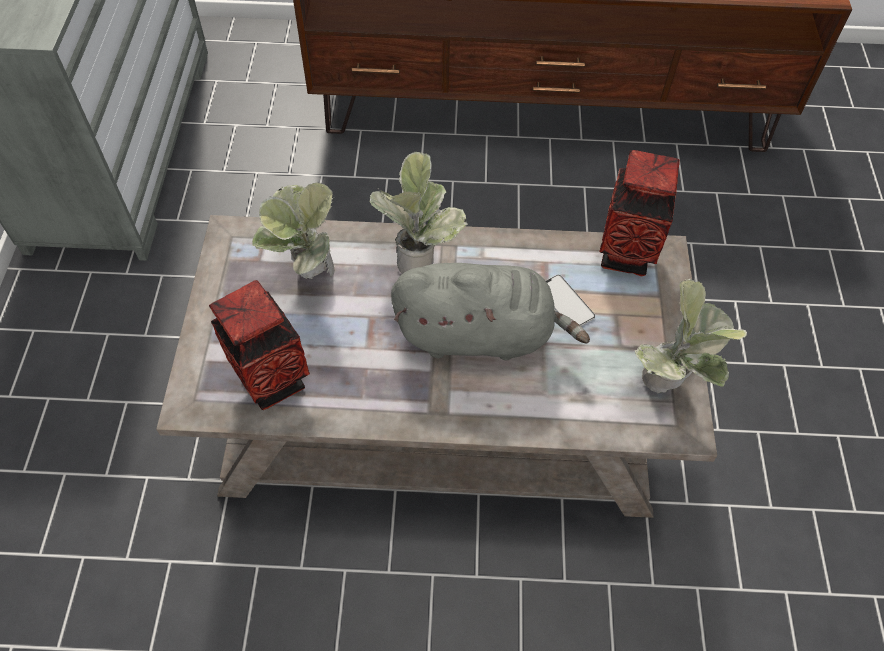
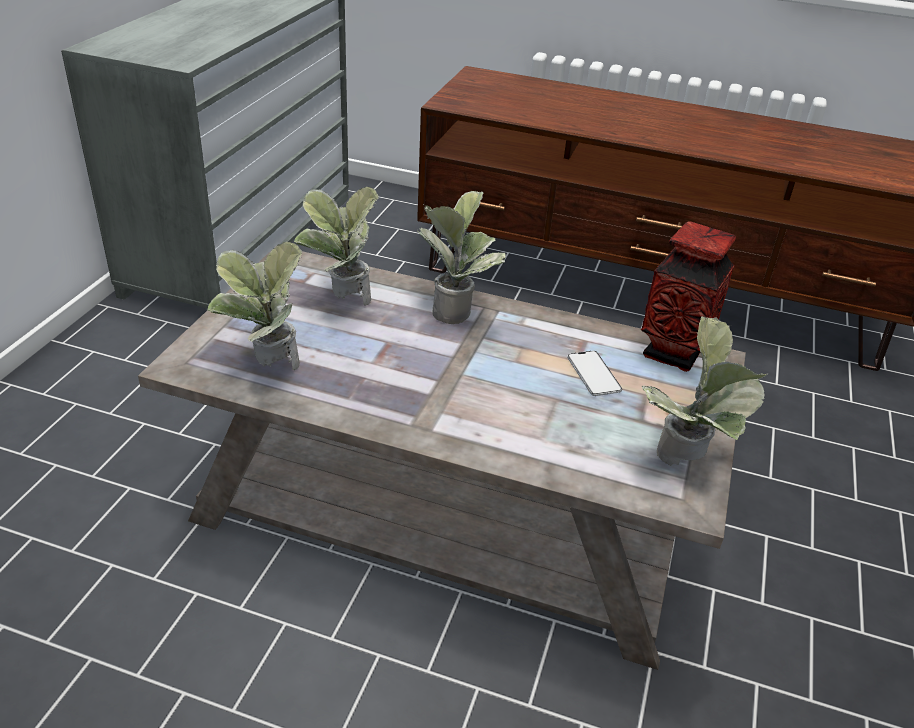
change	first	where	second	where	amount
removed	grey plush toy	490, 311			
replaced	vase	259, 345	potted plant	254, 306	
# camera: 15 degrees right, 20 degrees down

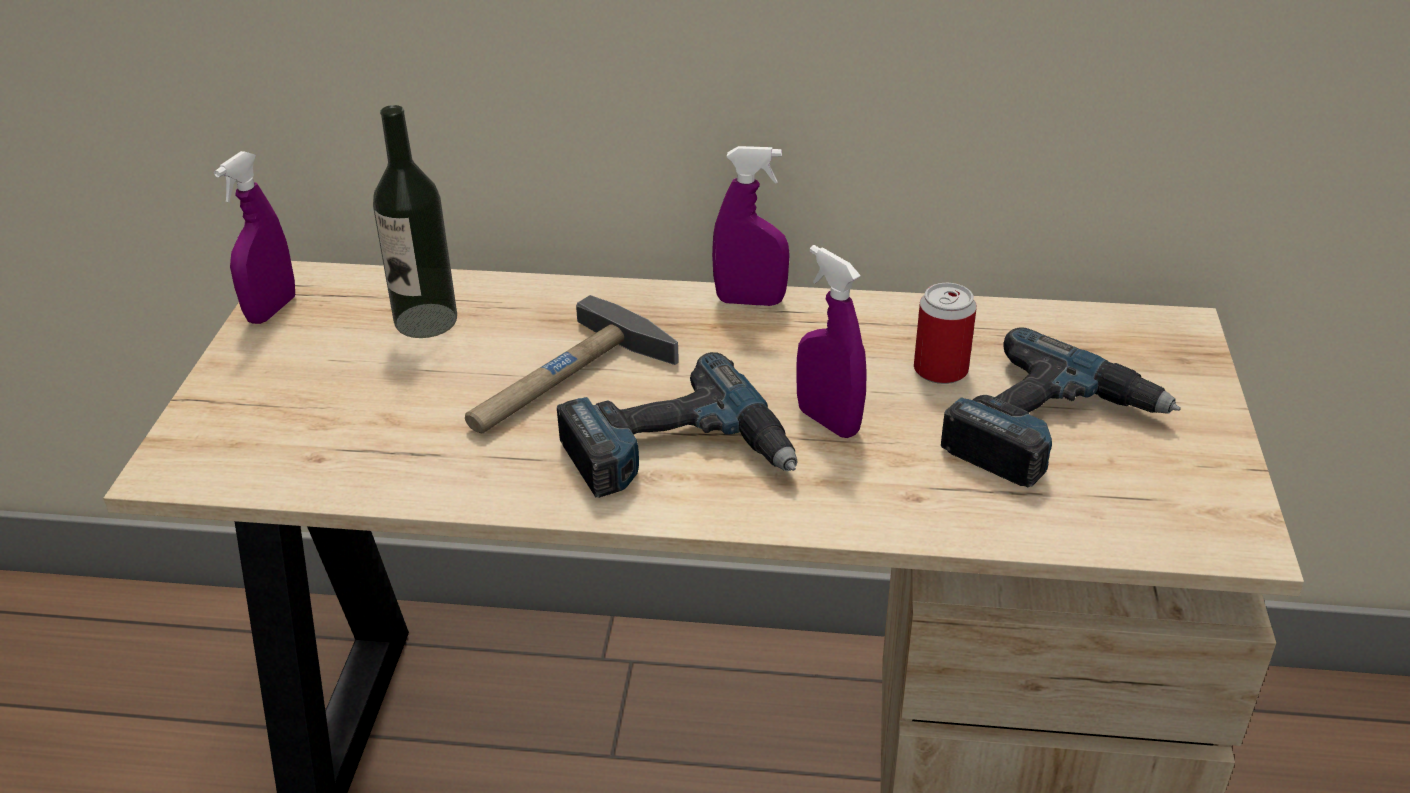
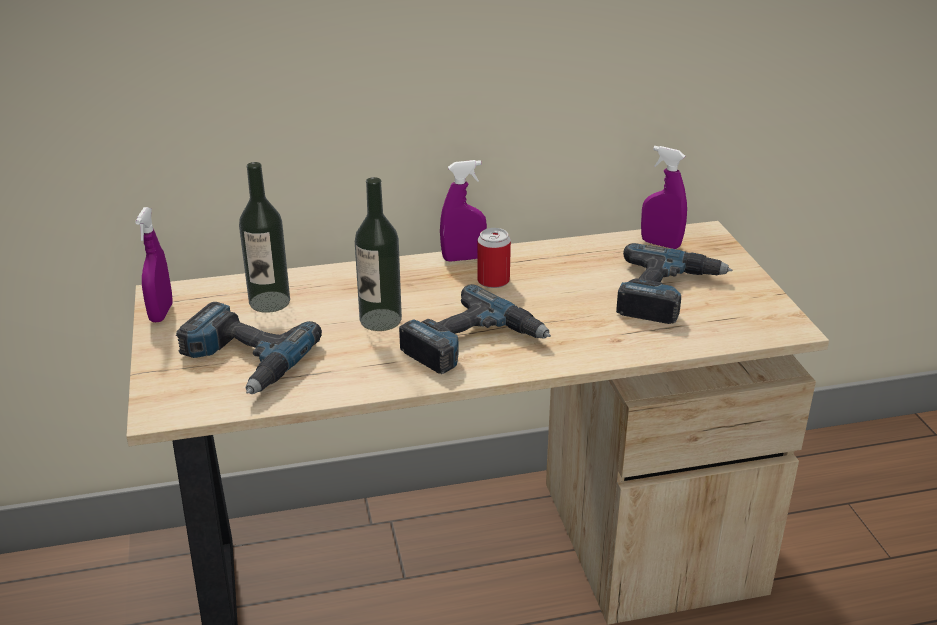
change	first	where	second	where	amount
moved	purple spray bottle	831, 341		664, 197	
moved	can	945, 333		494, 258	
replaced	hammer	572, 364	bottle	378, 254	
added			power drill	249, 348	
# camera: 20 degrees left, 5 degrees down

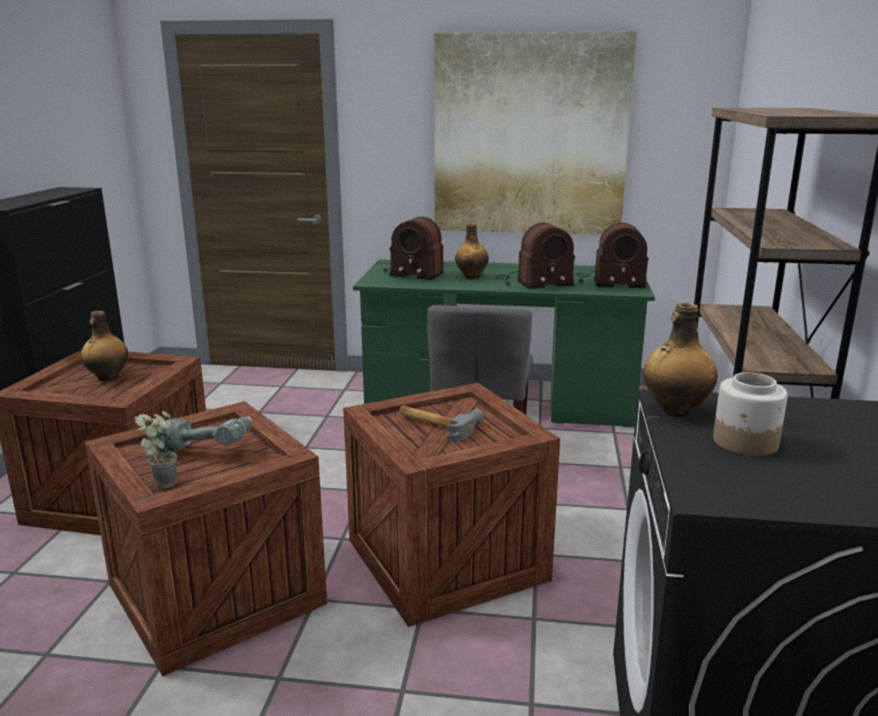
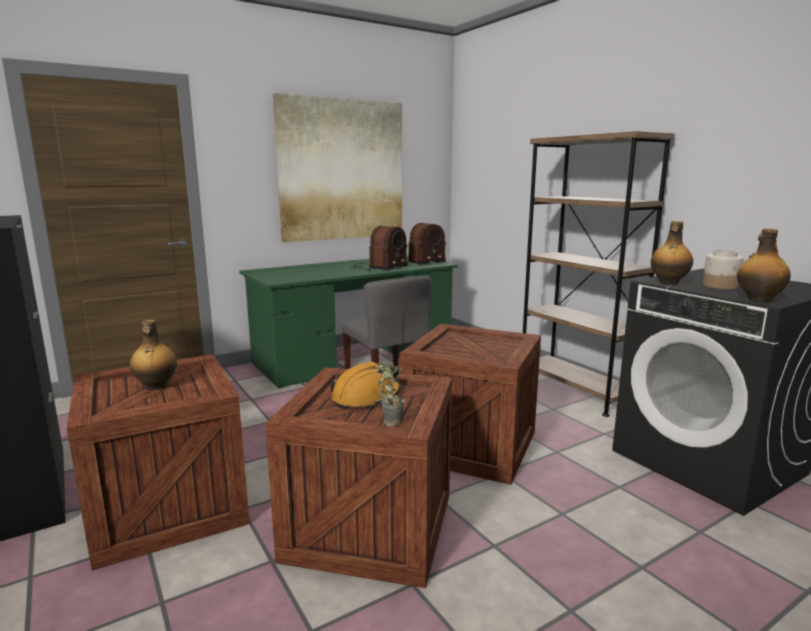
change	first	where	second	where	amount
removed	radio	414, 248			
moved	bottle	472, 251		764, 265	
removed	hammer	441, 424			
replaced	power drill	203, 435	orange hard hat	365, 386	
# camera: 40 degrees left, 5 degrees down

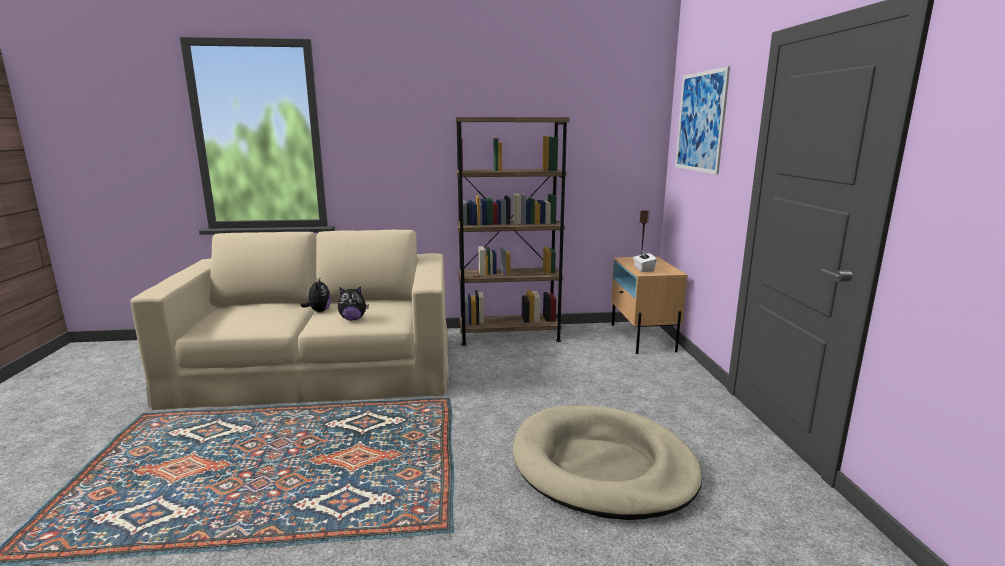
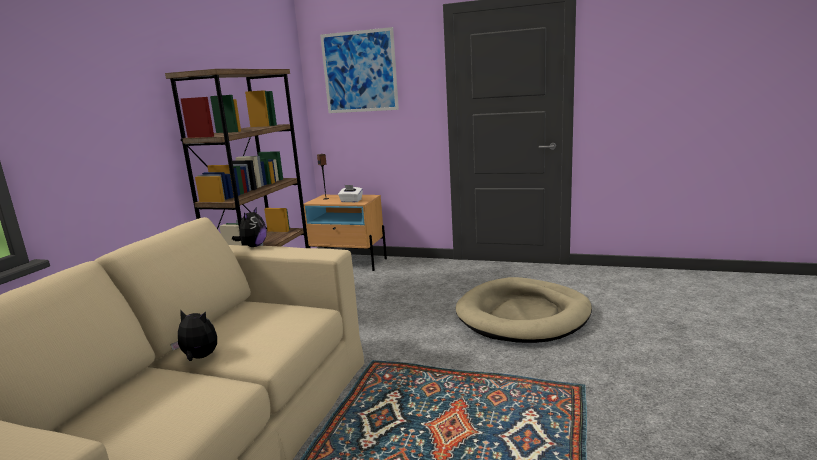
change	first	where	second	where	amount
moved	plush toy	353, 303		249, 227	
# camera: 65 degrees left, 0 degrees up

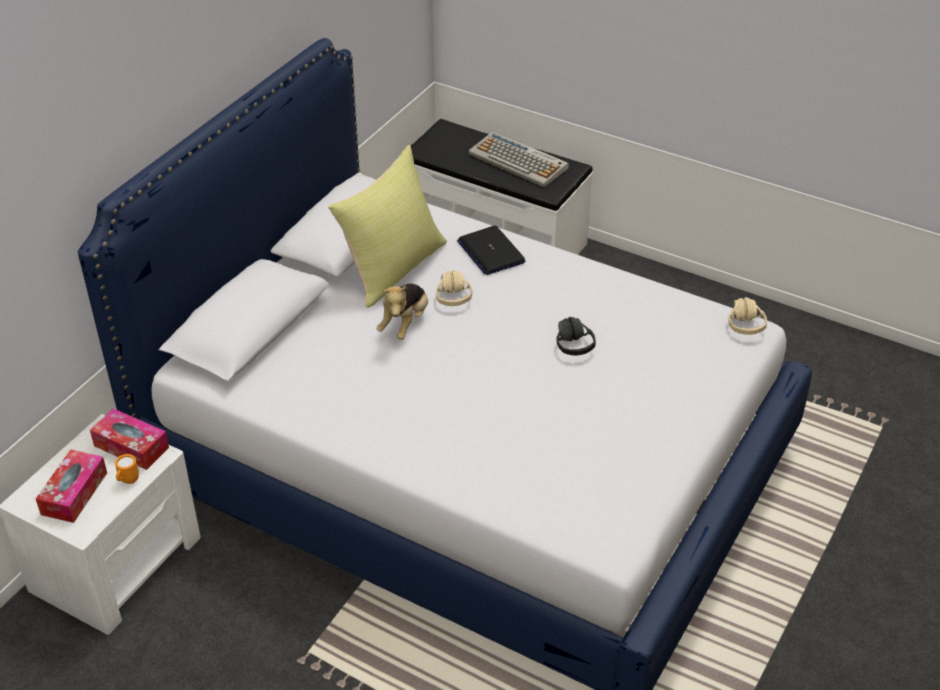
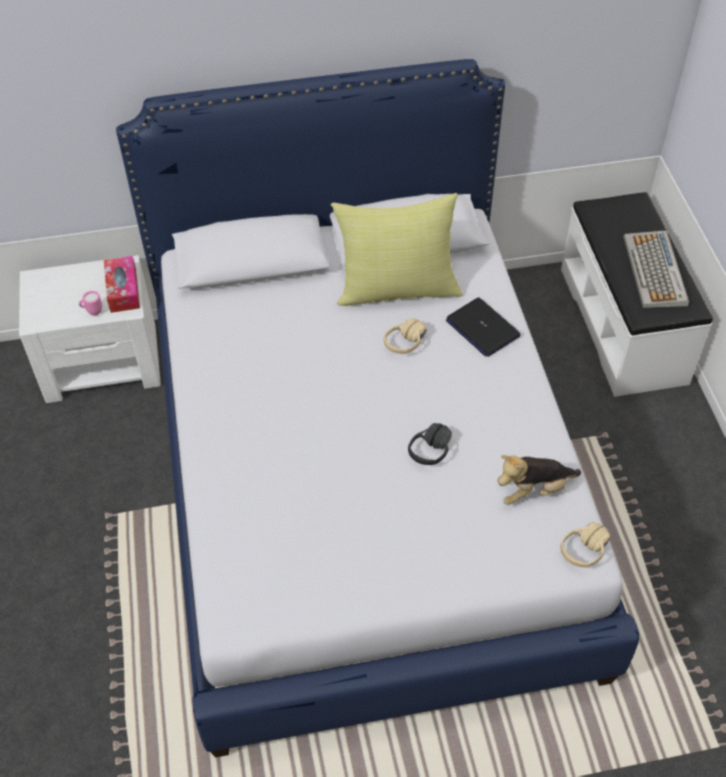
change	first	where	second	where	amount
turned	laptop	491, 250		483, 327	60 degrees counterclockwise
moved	plush toy	402, 311		539, 480	
removed	tissue box	71, 486			
recoloured	orange mug	127, 469	pink mug	90, 303	
# camera: 50 degrees right, 10 degrees up

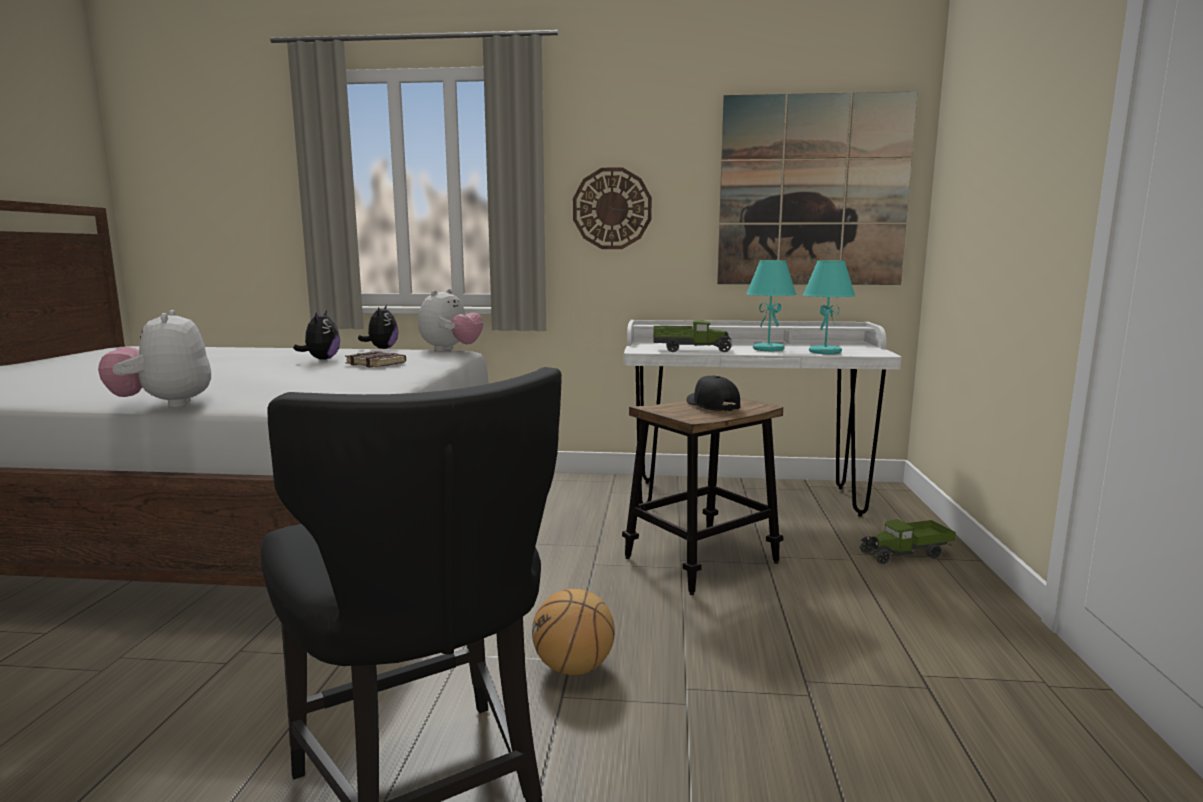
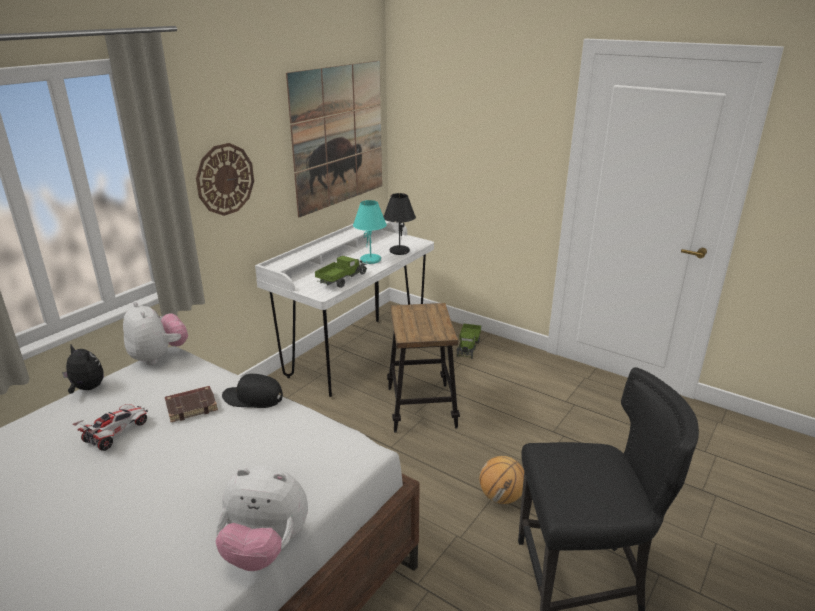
change	first	where	second	where	amount
recoloured	turquoise table lamp	829, 307	black table lamp	399, 224	
replaced	plush toy	316, 335	toy car	110, 427	
moved	black cap	713, 393		252, 391	
# camera: 60 degrees left, 15 degrees up

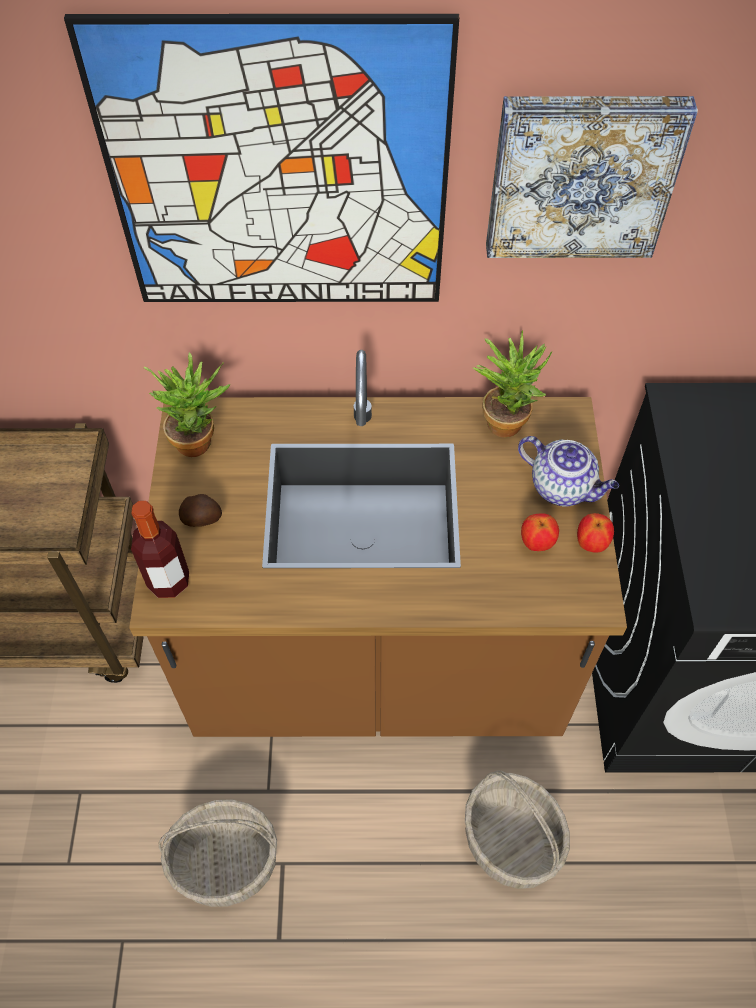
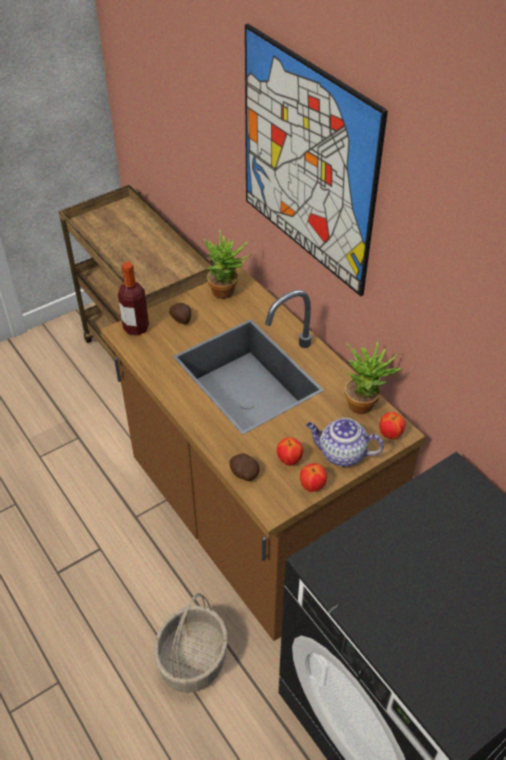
change	first	where	second	where	amount
removed	picture	592, 177			
turned	teapot	568, 471		345, 442	105 degrees clockwise
removed	basket	218, 853			
added			apple	392, 426	
added			potato	245, 467	
# camera: 55 degrees right, 10 degrees down

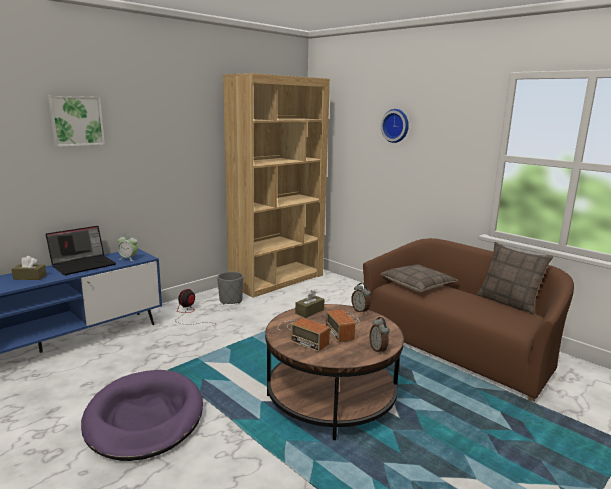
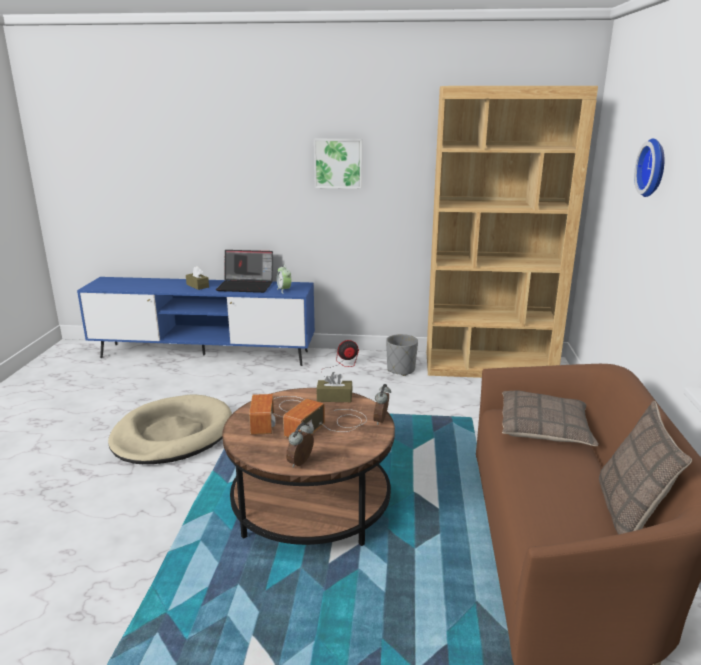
change	first	where	second	where	amount
moved	picture	76, 121		338, 164	
recoloured	purple dog bed	142, 415	beige dog bed	170, 429	
# camera: 50 degrees right, 5 degrees up

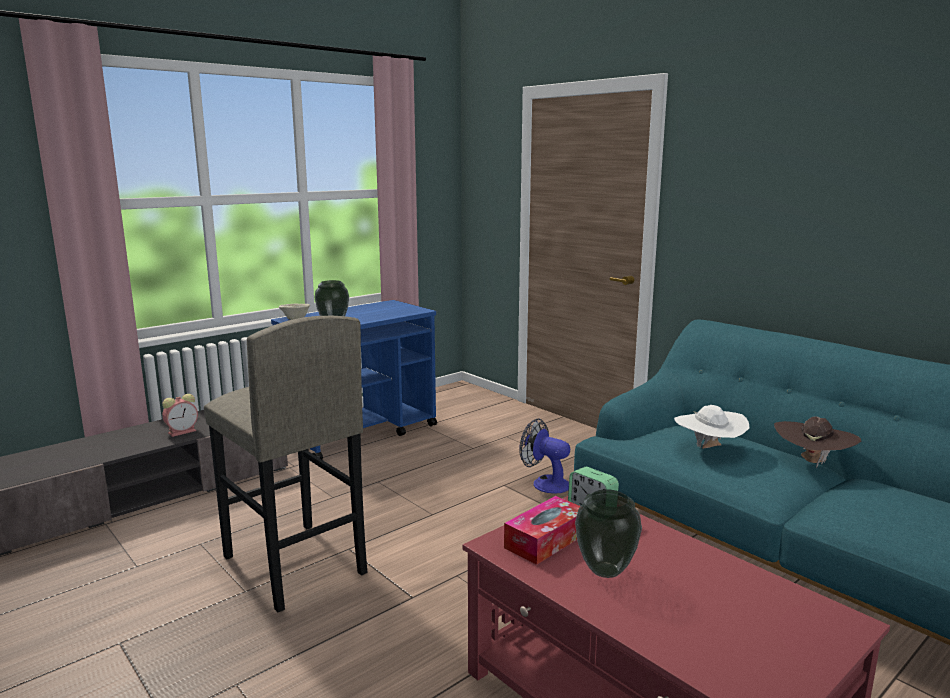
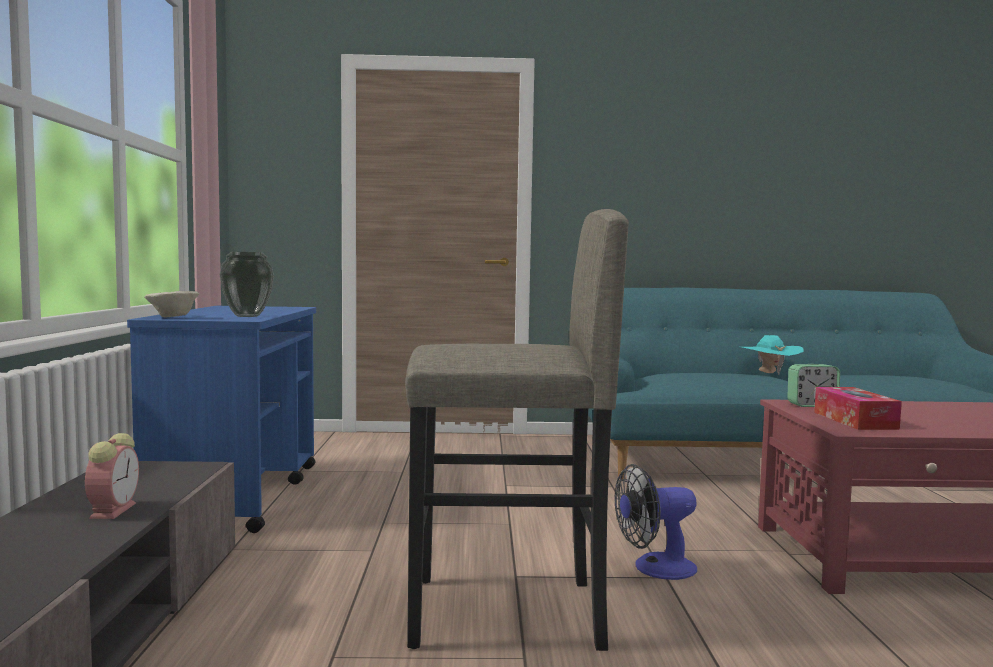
change	first	where	second	where	amount
removed	white hat	711, 427			
recoloured	brown hat	818, 442	turquoise hat	772, 355	
moved	fan	544, 456		655, 522	
removed	vase	608, 533			
# camera: 50 degrees left, 10 degrees down

